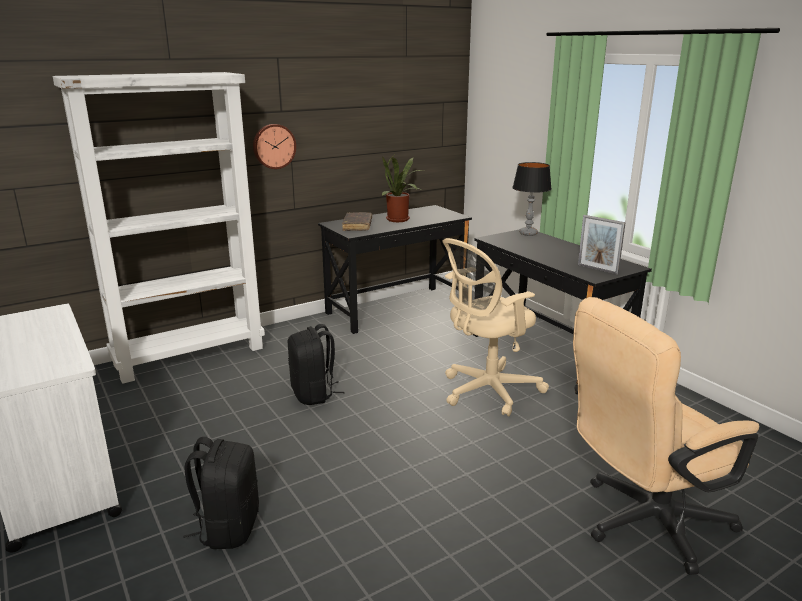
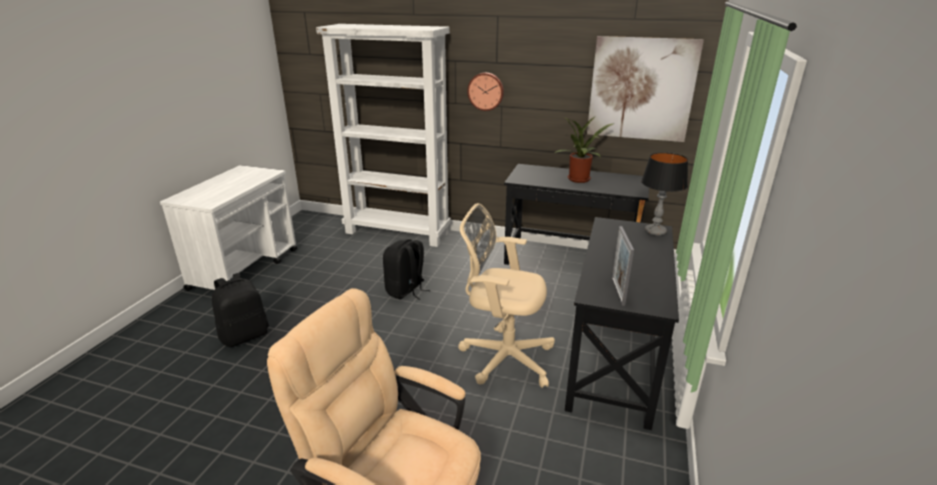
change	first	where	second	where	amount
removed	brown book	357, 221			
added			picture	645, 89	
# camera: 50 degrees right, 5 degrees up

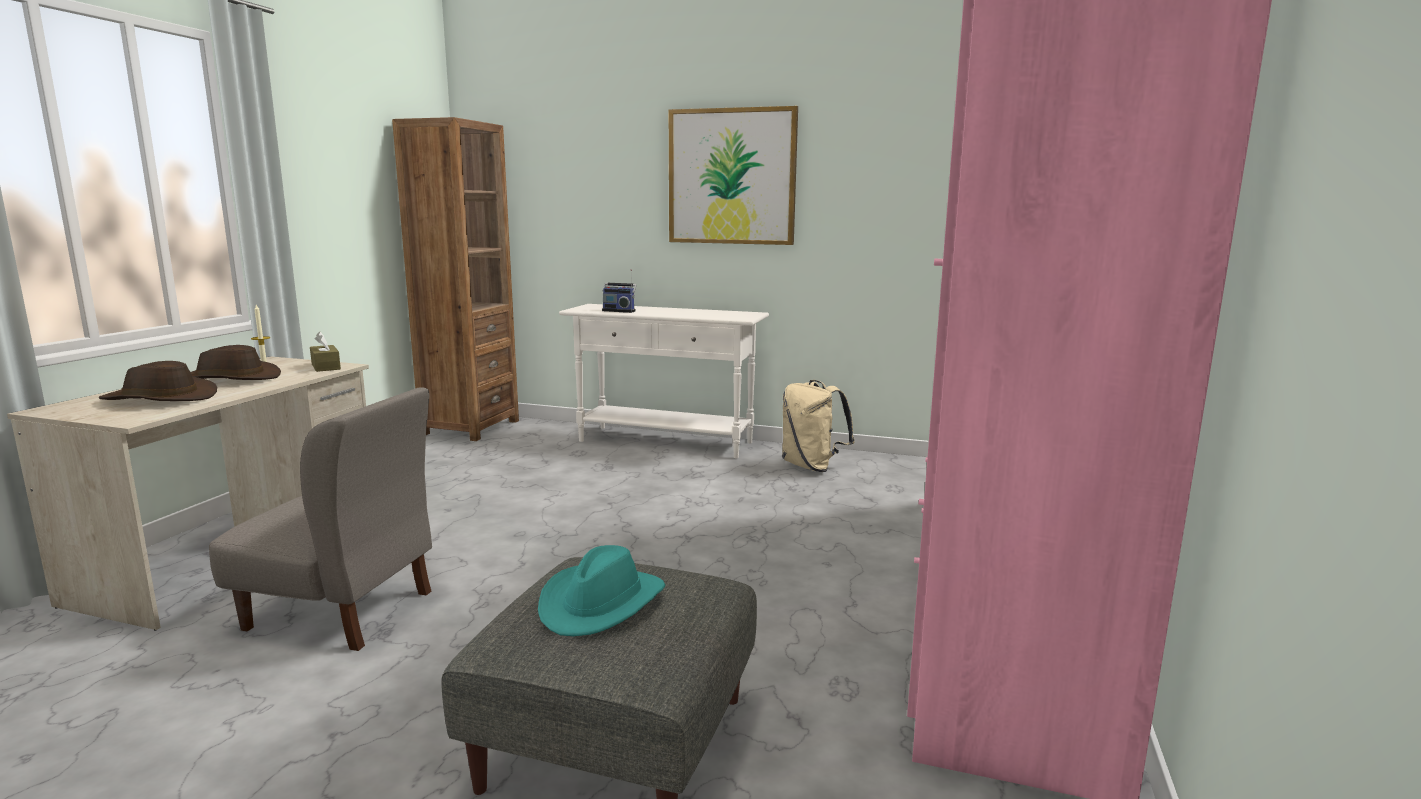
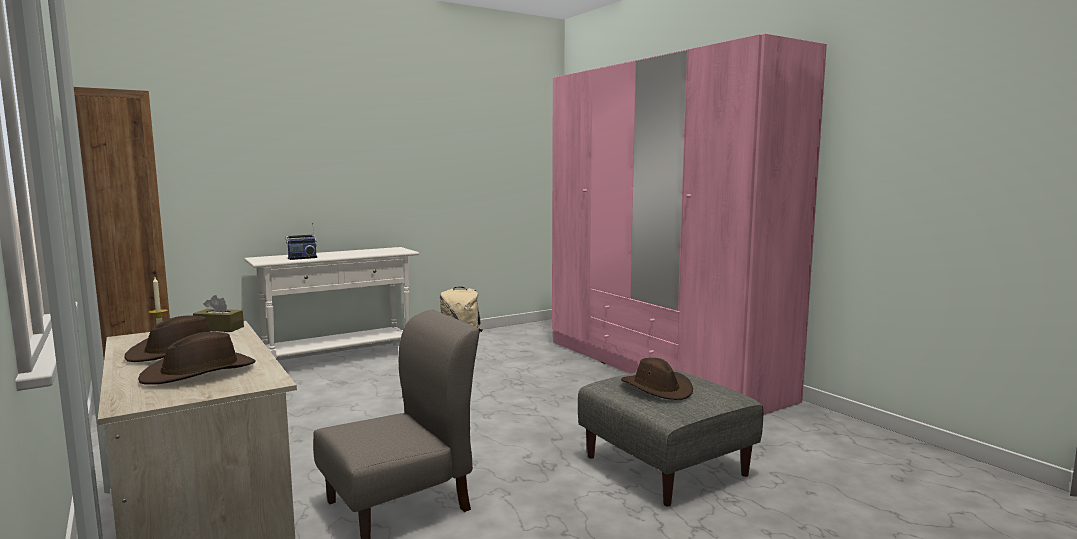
change	first	where	second	where	amount
removed	picture	733, 175			
recoloured	turquoise hat	601, 590	brown hat	657, 379	
# camera: 50 degrees left, 5 degrees down

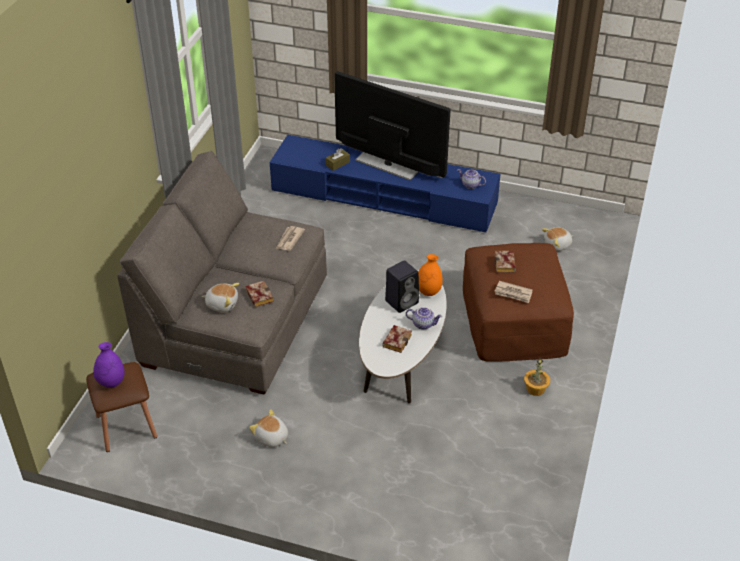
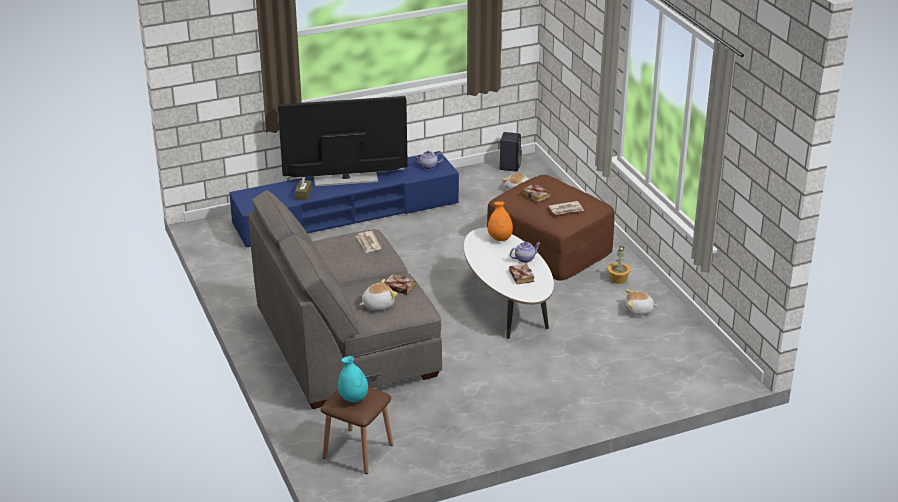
change	first	where	second	where	amount
moved	black speaker	402, 286		511, 152	
recoloured	purple vase	108, 365	turquoise vase	353, 379	
moved	plush toy	268, 428		641, 302	
# camera: 40 degrees left, 10 degrees down

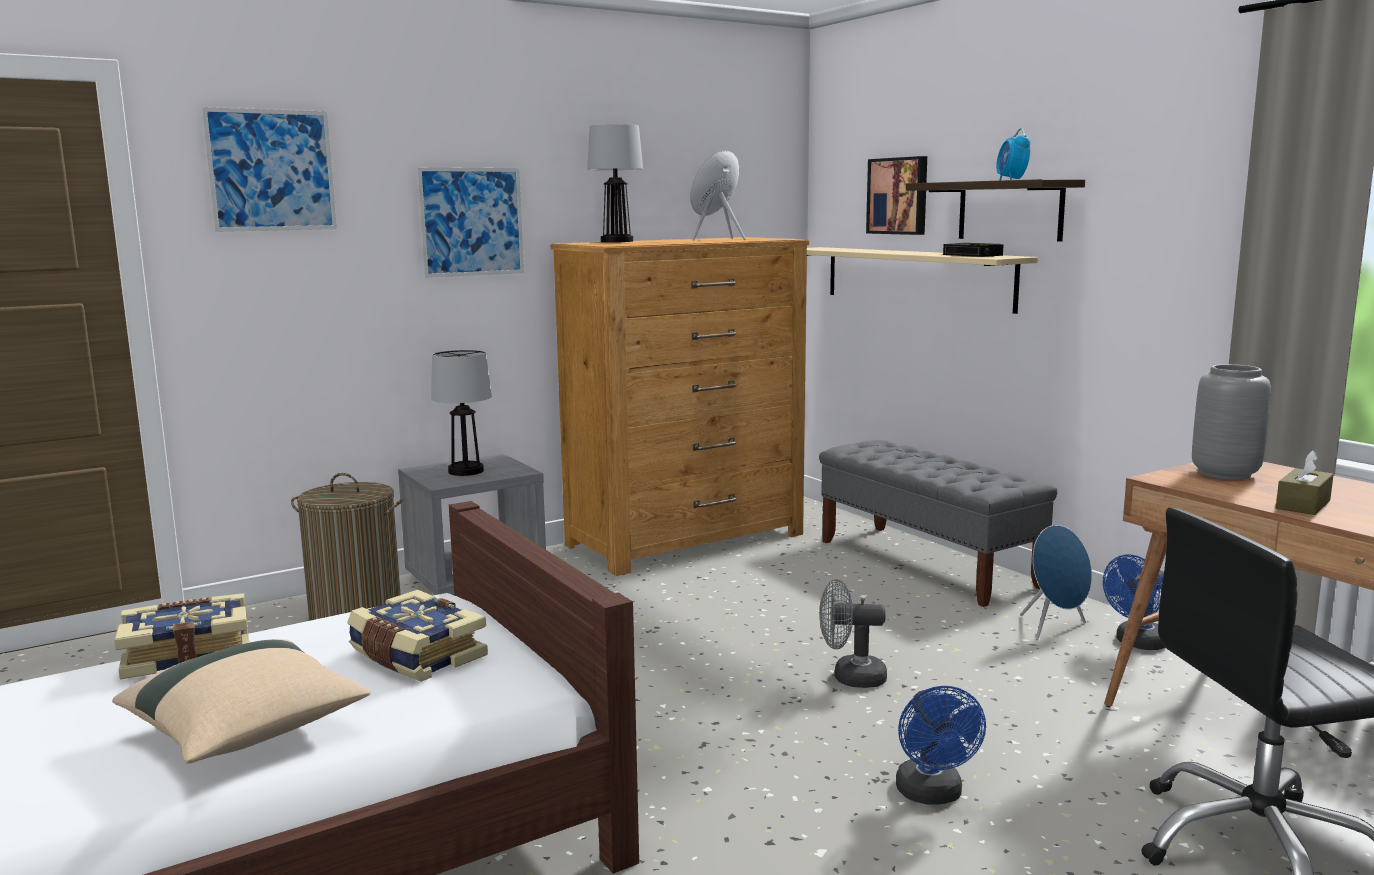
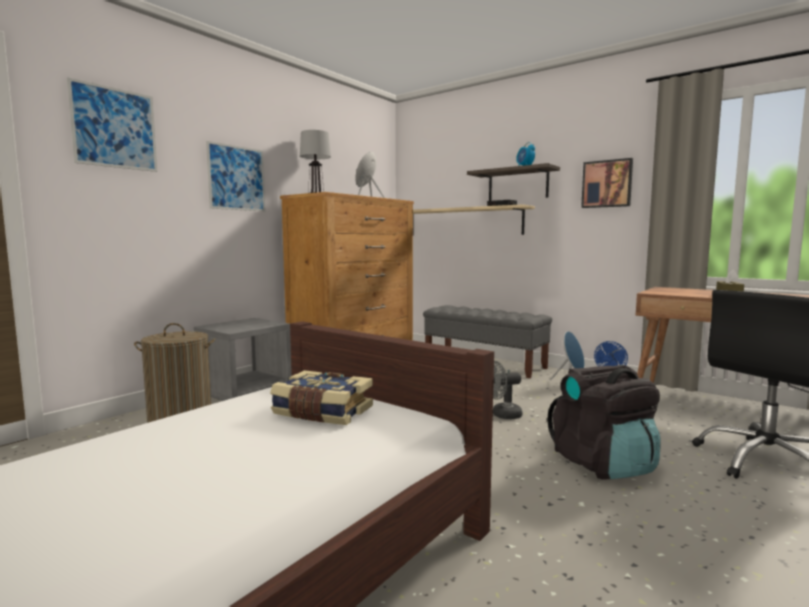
change	first	where	second	where	amount
moved	picture	896, 195		607, 183	
removed	table lamp	461, 413			
removed	grey vase	1231, 422			
removed	book	181, 636			
removed	beige pillow	241, 701			
replaced	blue fan	941, 745	black backpack	604, 422	
# camera: 20 degrees left, 5 degrees down

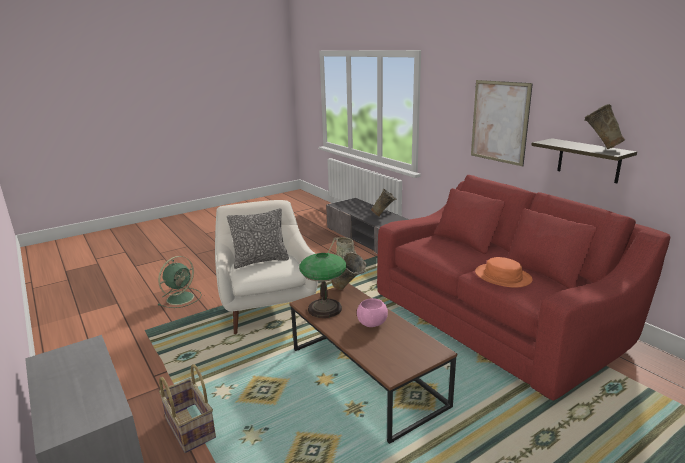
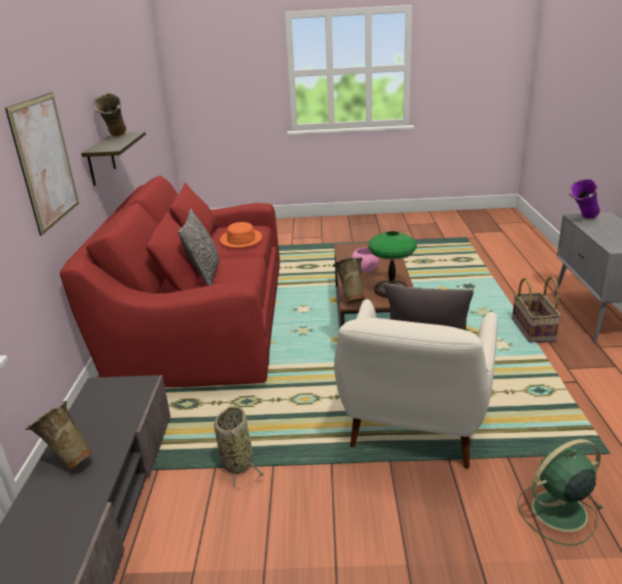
change	first	where	second	where	amount
added			purple vase	584, 199	
added			pillow	199, 247	
# camera: 145 degrees left, 5 degrees up

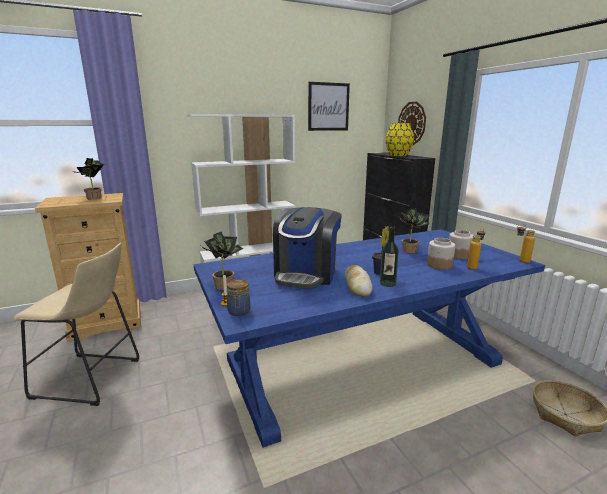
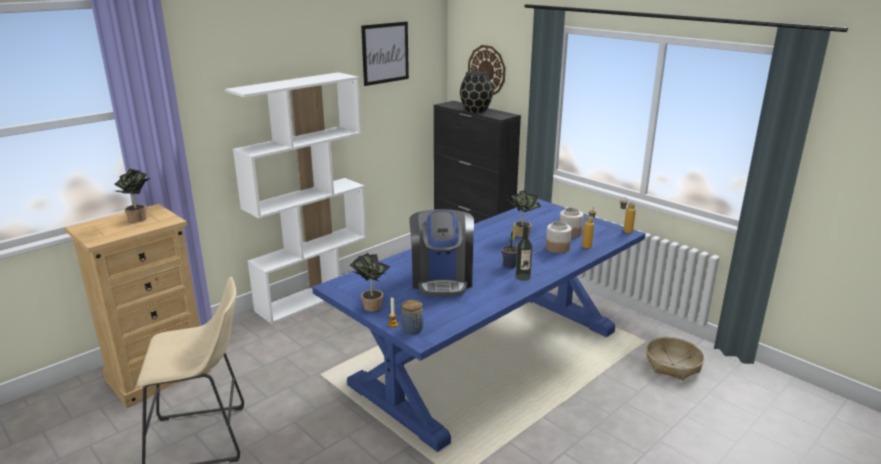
change	first	where	second	where	amount
recoloured	yellow vase	400, 139	black vase	476, 92	
removed	bread	358, 280			
# camera: 20 degrees left, 5 degrees up

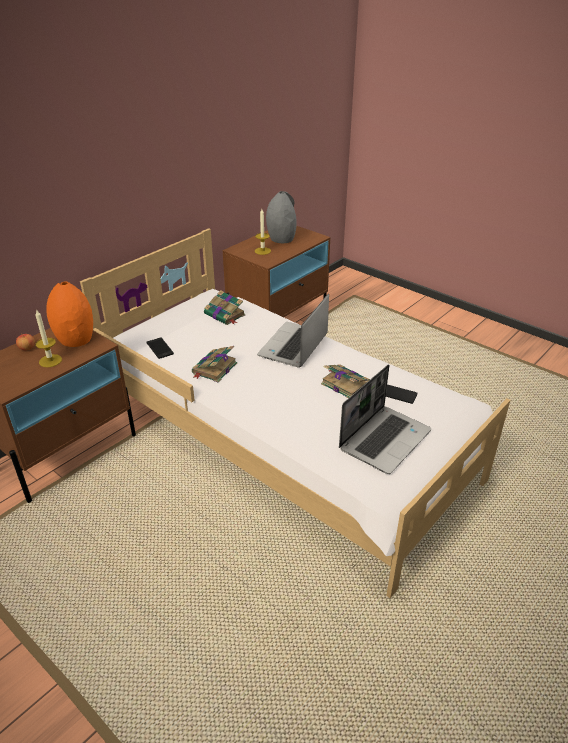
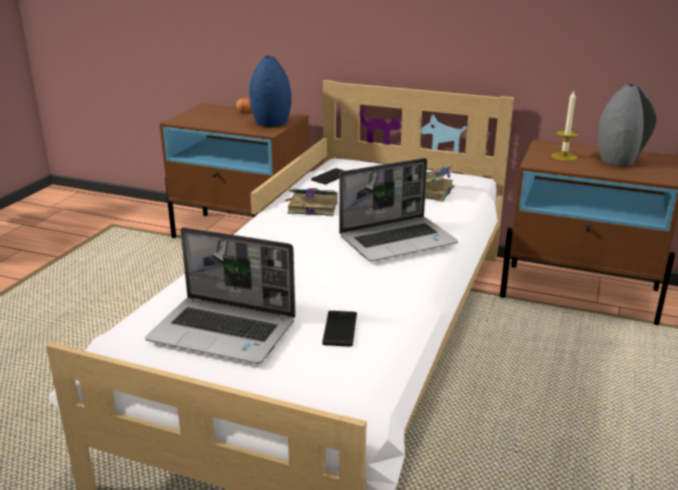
change	first	where	second	where	amount
recoloured	orange vase	69, 314	blue vase	270, 91	
turned	laptop	293, 331		398, 210	150 degrees clockwise
removed	candle	48, 338			
removed	book	345, 381			
# camera: 70 degrees right, 10 degrees down

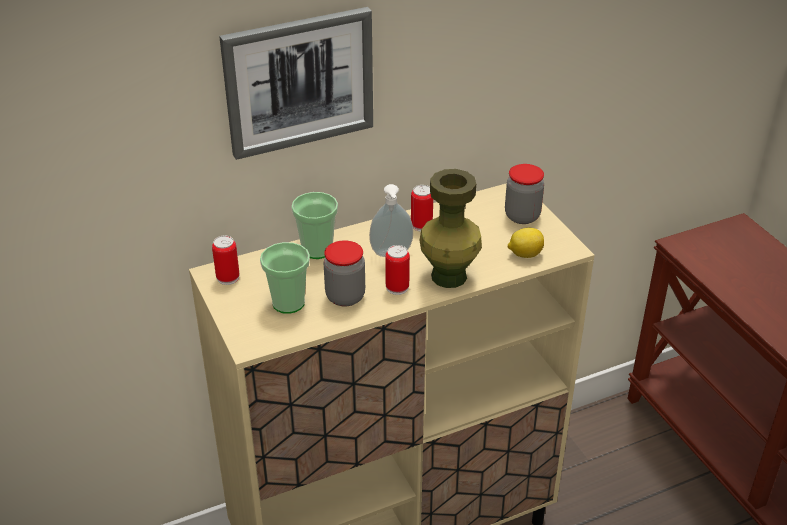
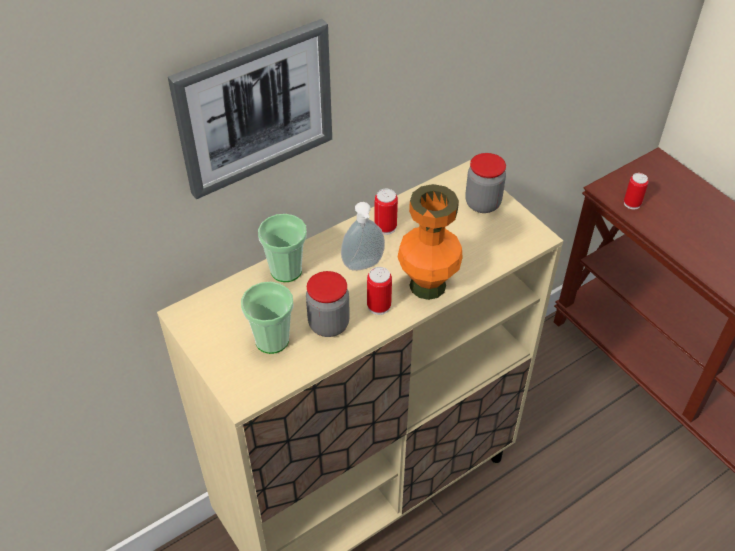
change	first	where	second	where	amount
recoloured	green vase	450, 228	orange vase	430, 242	
removed	lemon	526, 243			
moved	can	226, 260		636, 191	
# camera: 10 degrees left, 10 degrees up

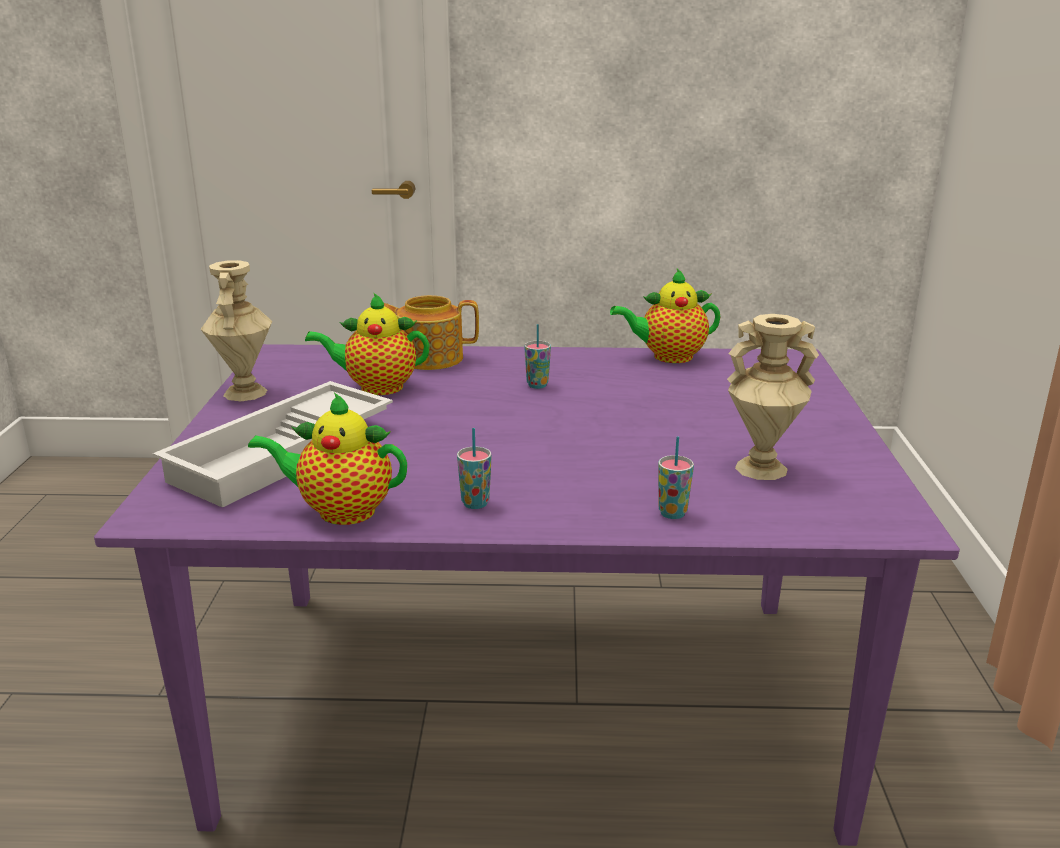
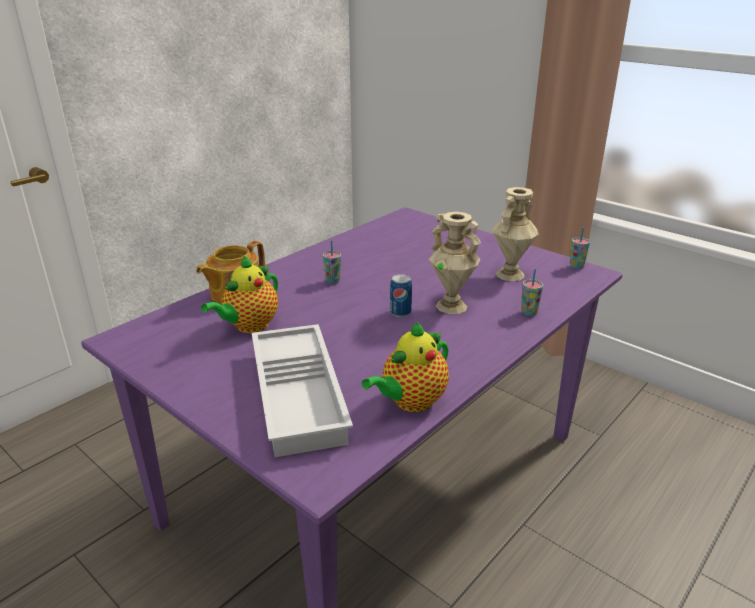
change	first	where	second	where	amount
moved	beige vase	236, 330		455, 263	
removed	teapot	665, 316			
moved	cup	474, 468		580, 248	
added			can	401, 295	
# camera: 50 degrees left, 5 degrees up

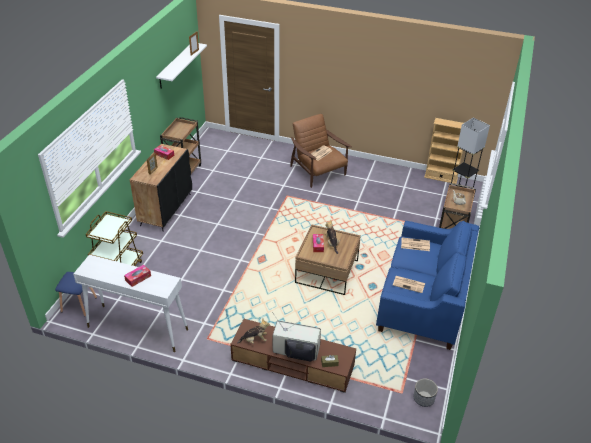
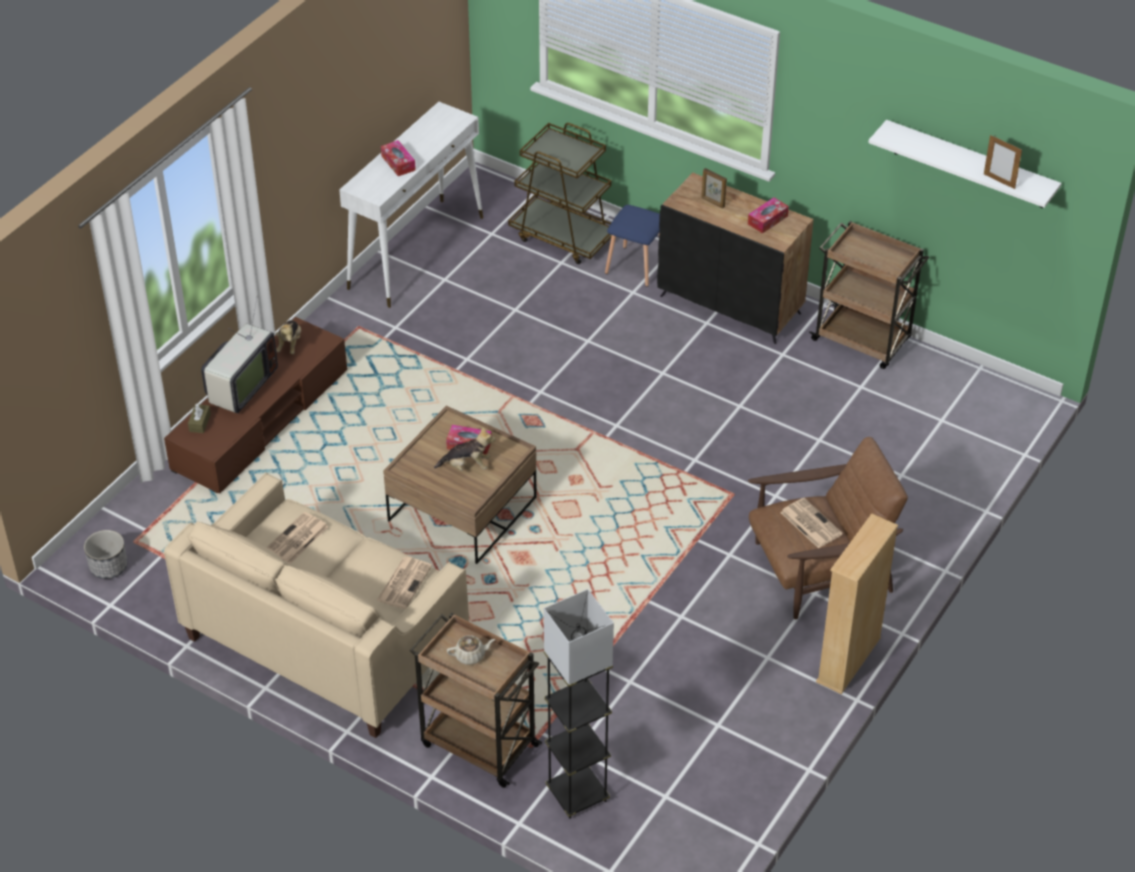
change	first	where	second	where	amount
moved	beige bookcase	443, 151		857, 603	
recoloured	blue sofa	427, 285	beige sofa	316, 605	
moved	blue stool	76, 294		632, 246	
# camera: 105 degrees right, 5 degrees up

